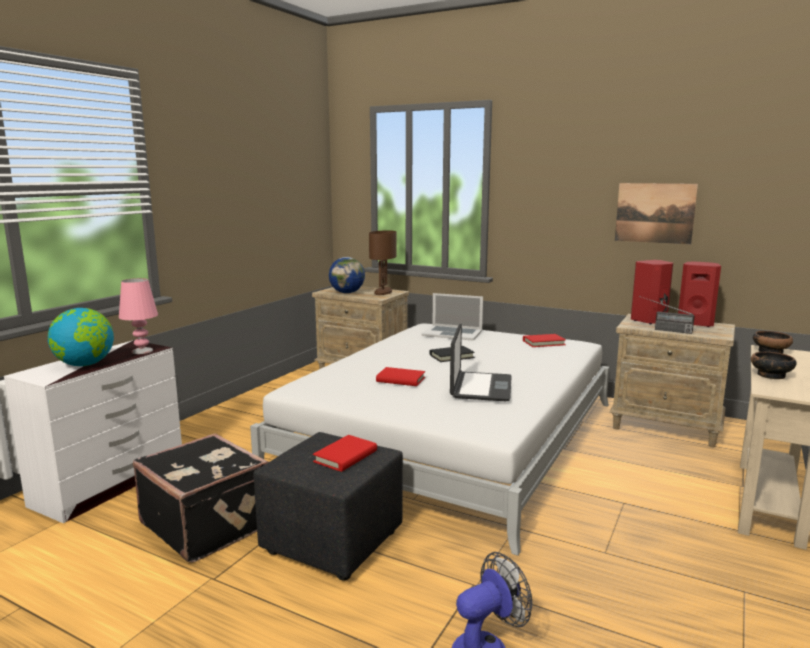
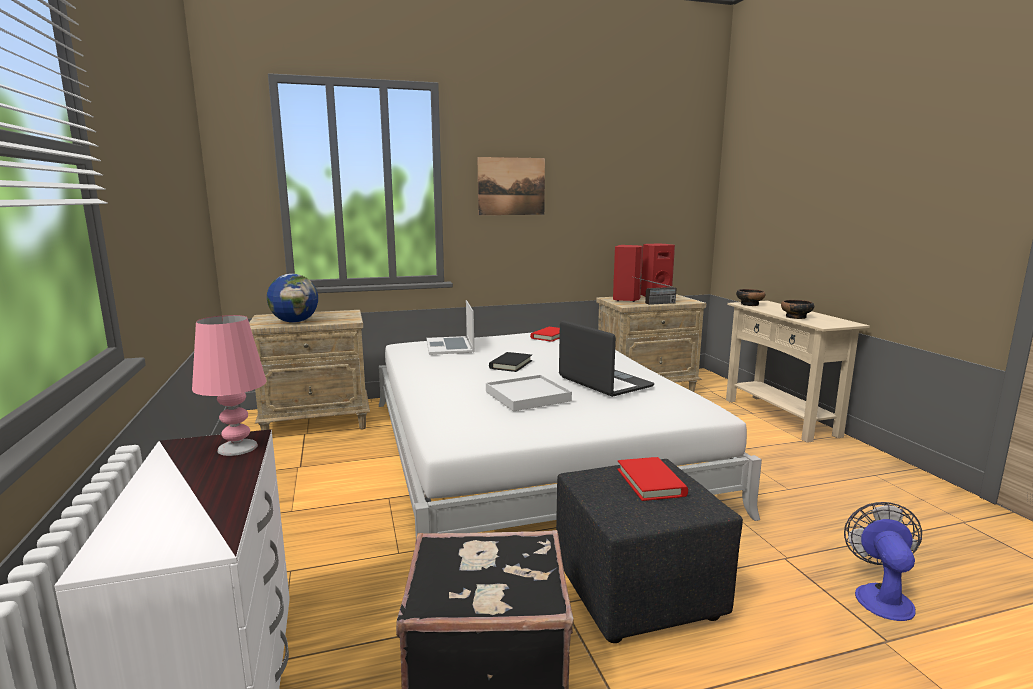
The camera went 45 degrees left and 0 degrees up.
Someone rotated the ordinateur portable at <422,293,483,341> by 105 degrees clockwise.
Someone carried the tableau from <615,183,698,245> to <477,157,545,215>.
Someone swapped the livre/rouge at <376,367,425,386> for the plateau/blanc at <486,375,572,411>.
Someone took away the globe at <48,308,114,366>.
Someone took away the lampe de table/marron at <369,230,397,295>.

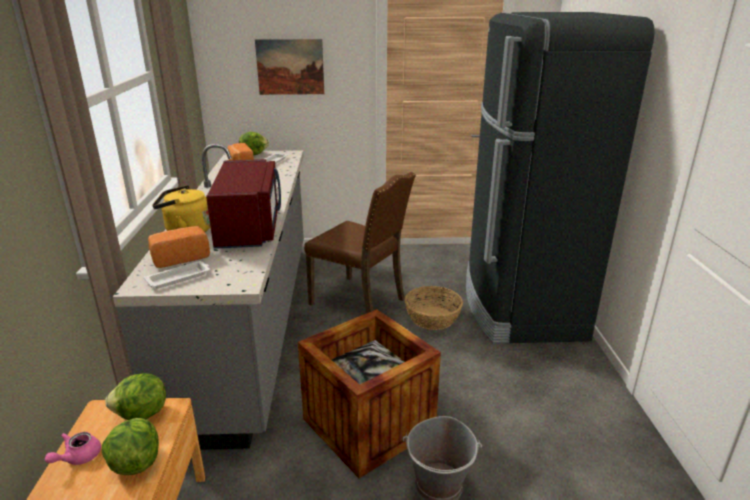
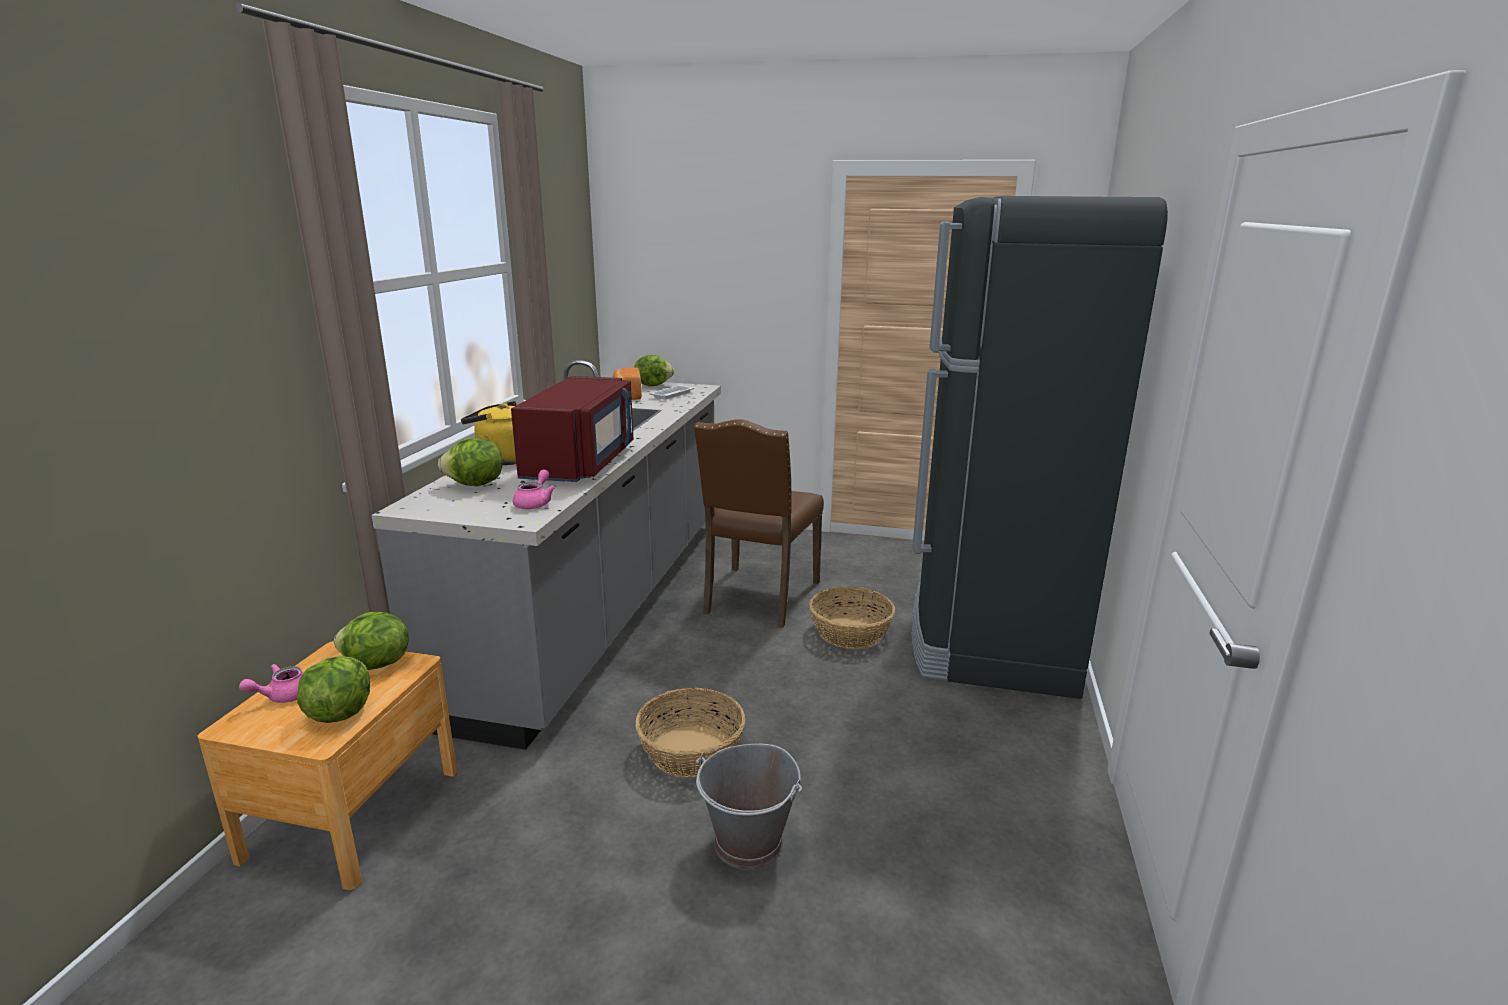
The camera went 15 degrees right and 5 degrees down.
Someone swapped the pain at <148,226,210,268> for the laitue at <438,438,503,486>.
Someone put down the théière/rose at <513,469,555,509>.
Someone swapped the caisse at <298,309,441,478> for the panier at <636,688,745,777>.
Someone rotated the chaise/marron at <304,172,416,313> by 60 degrees clockwise.
Someone took away the plateau/blanc at <144,261,210,289>.
Someone took away the tableau at <255,39,324,95>.

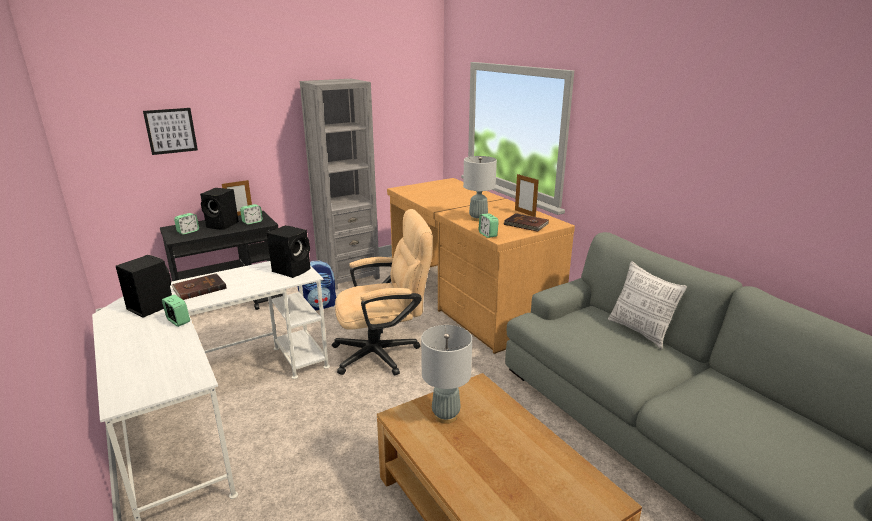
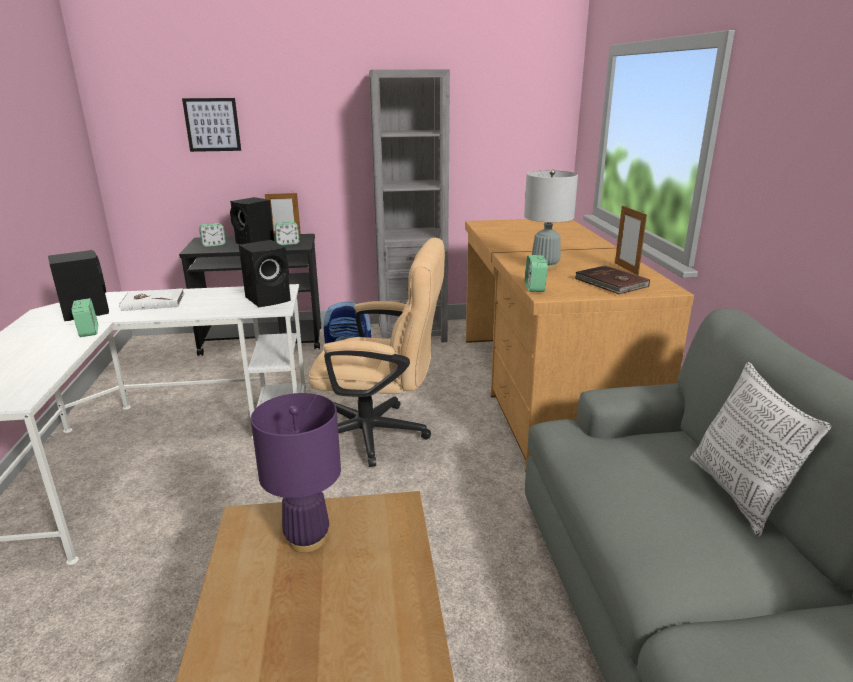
The camera went 25 degrees right and 0 degrees up.
Someone repainted the livre/marron at <172,273,227,300>, which became the livre/blanc at <119,288,185,311>.
Someone repainted the lampe de table/gris at <421,325,472,424>, which became the lampe de table/violet at <251,393,341,553>.

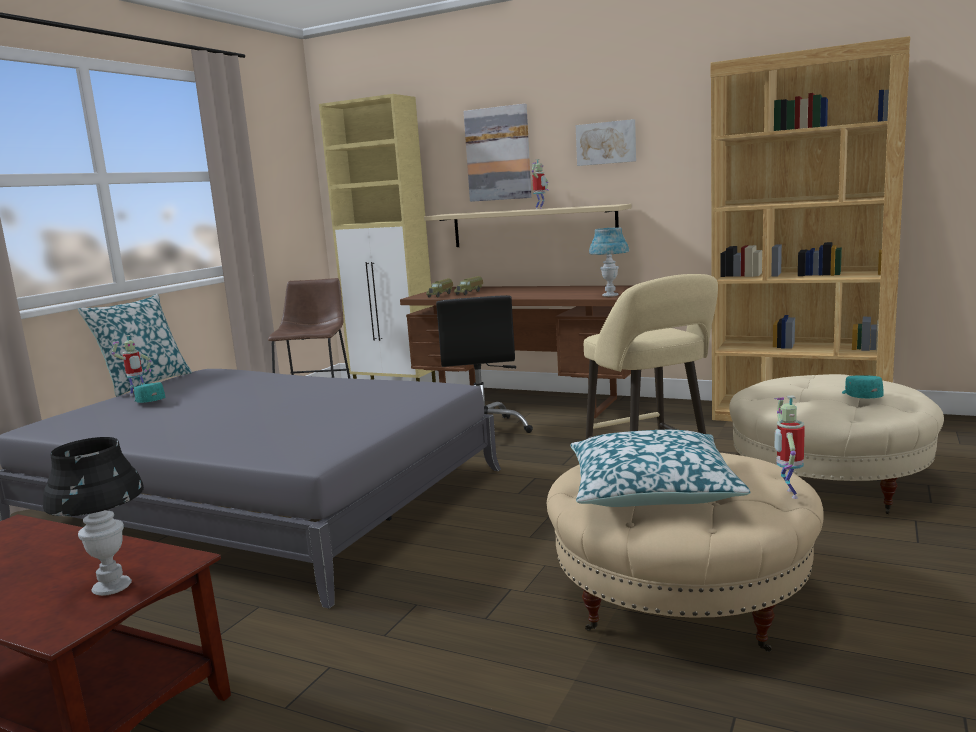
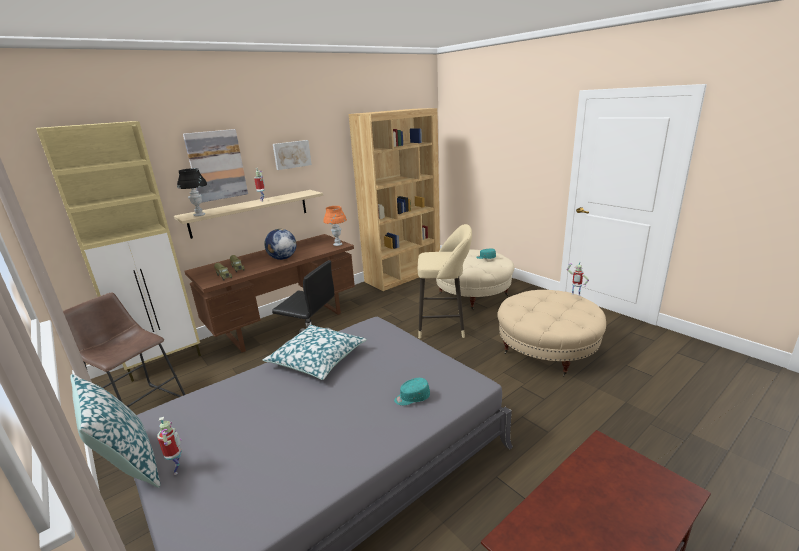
The camera went 65 degrees left and 10 degrees up.
Someone carried the lampe de table/noir from <43,437,144,596> to <177,168,207,216>.
Someone carried the coussin from <571,430,750,507> to <263,325,367,380>.
Someone put down the globe at <264,229,297,260>.
Someone repainted the lampe de table/bleu at <589,227,629,297>, which became the lampe de table/orange at <323,206,347,246>.
Someone carried the casquette/turquoise from <134,382,165,403> to <394,378,430,405>.

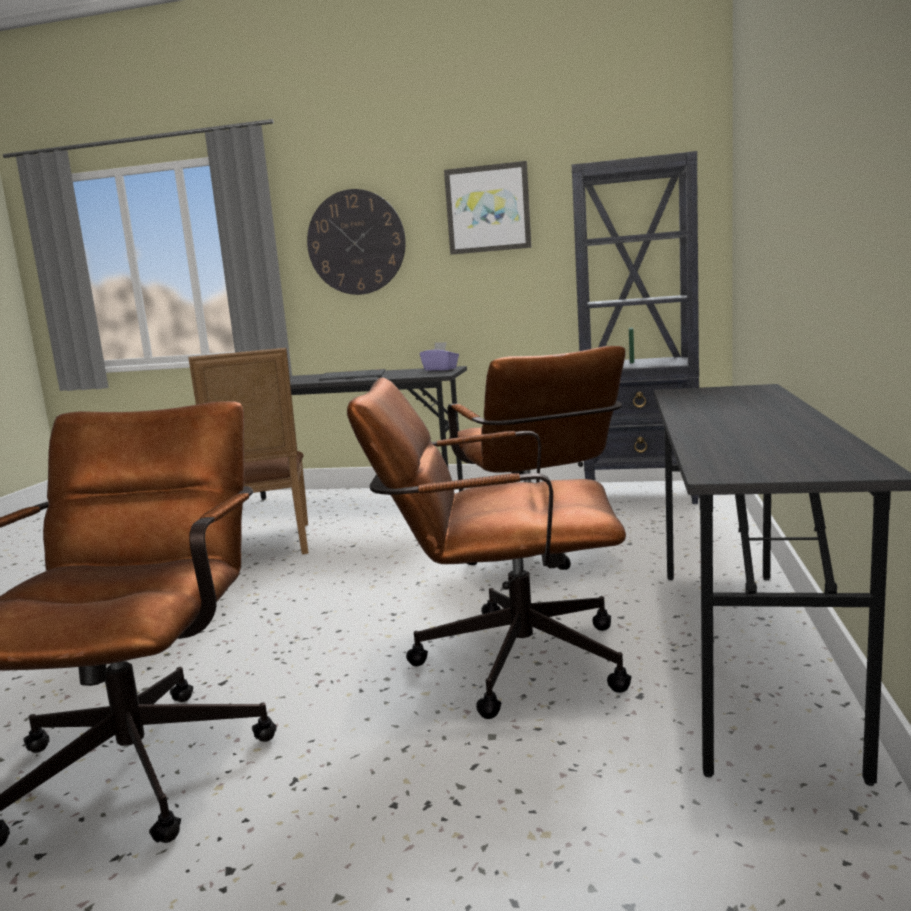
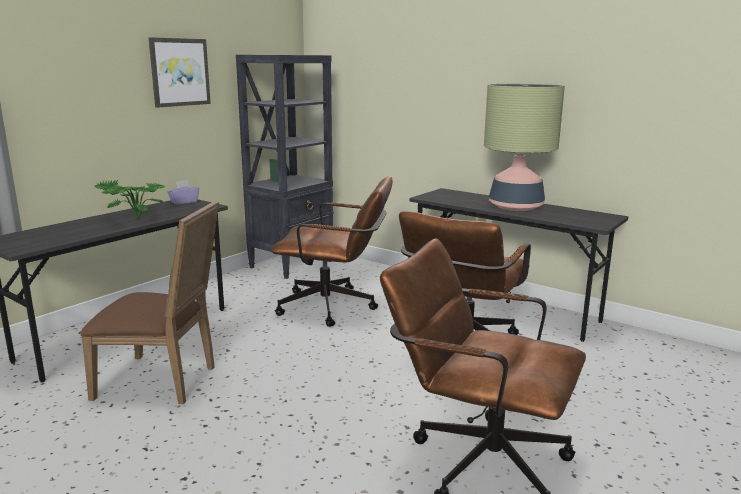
The camera went 65 degrees left and 5 degrees up.
Someone swapped the clavier at <319,369,386,380> for the plante en pot at <94,179,165,219>.
Someone put down the lampe de table at <484,84,565,211>.
Someone took away the horloge murale at <307,189,406,295>.

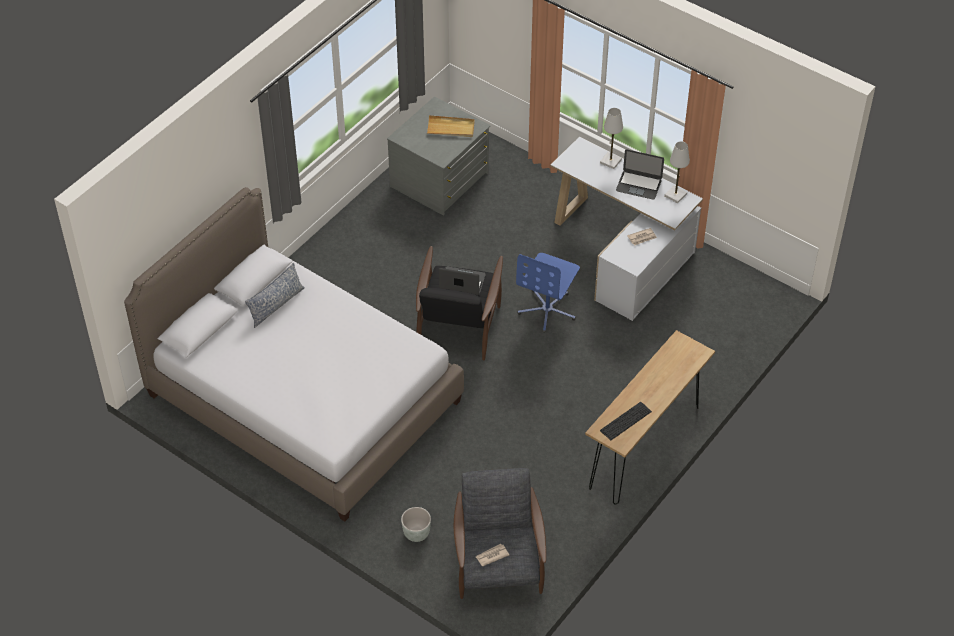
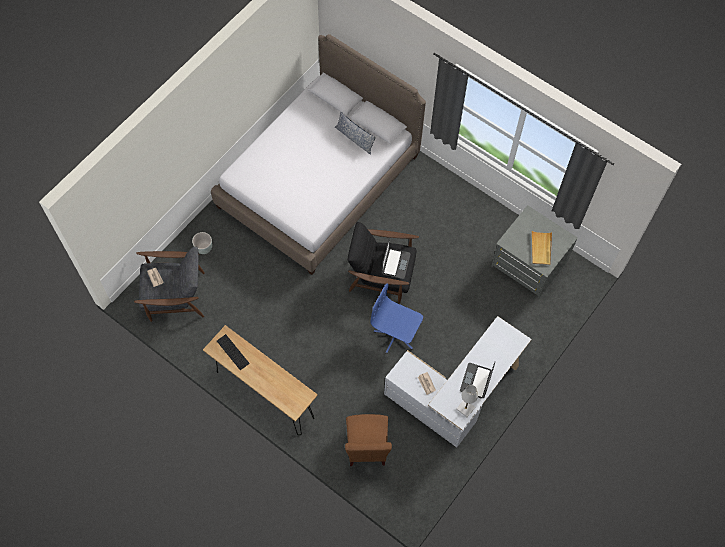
The camera went 90 degrees right and 15 degrees up.
Someone put down the chaise/marron at <345,414,392,466>.
Someone took away the lampe de table/blanc at <600,108,623,169>.

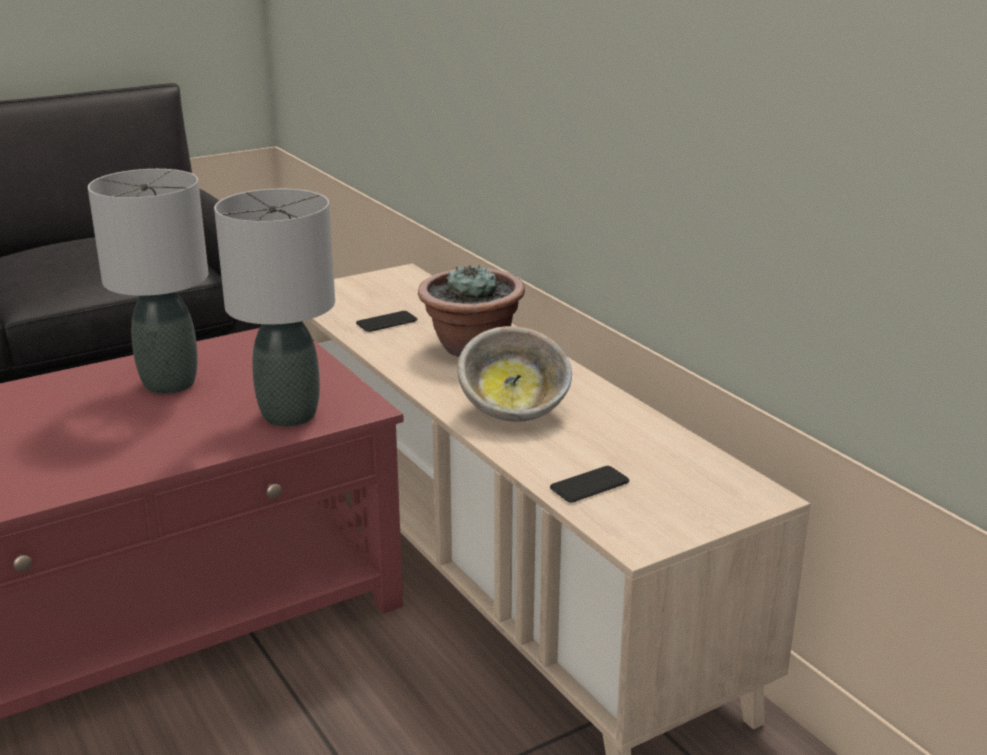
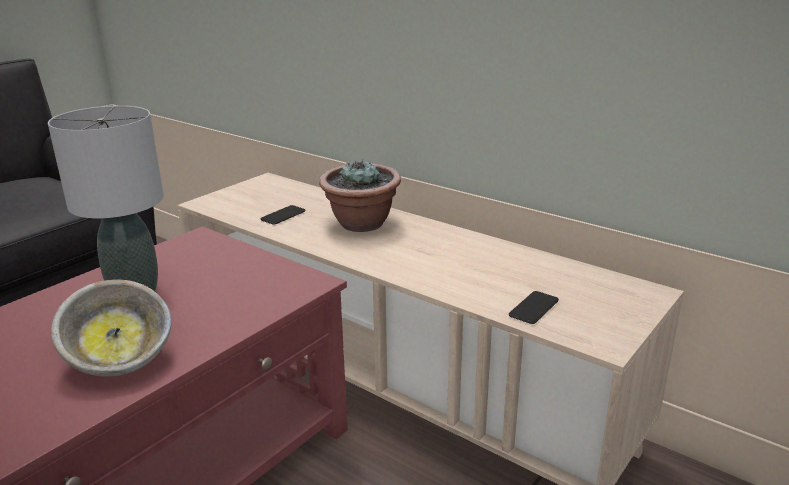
The camera went 20 degrees left and 0 degrees up.
Someone carried the bol from <457,326,572,422> to <51,279,171,377>.
Someone took away the lampe de table/gris at <214,189,335,427>.

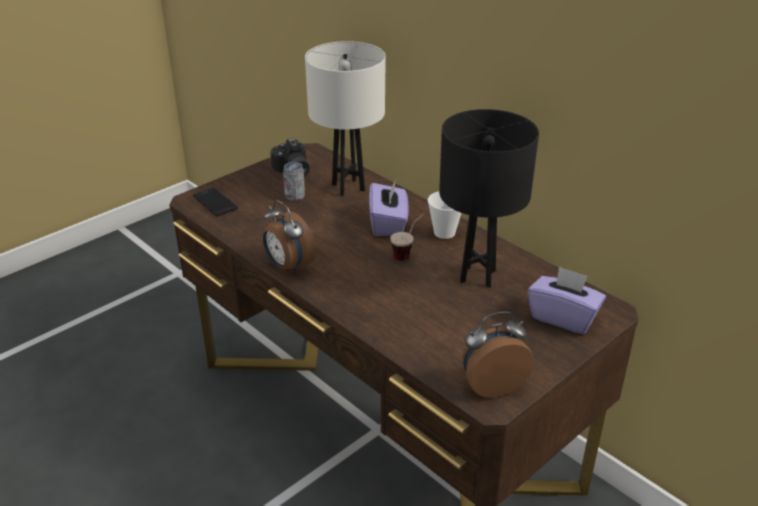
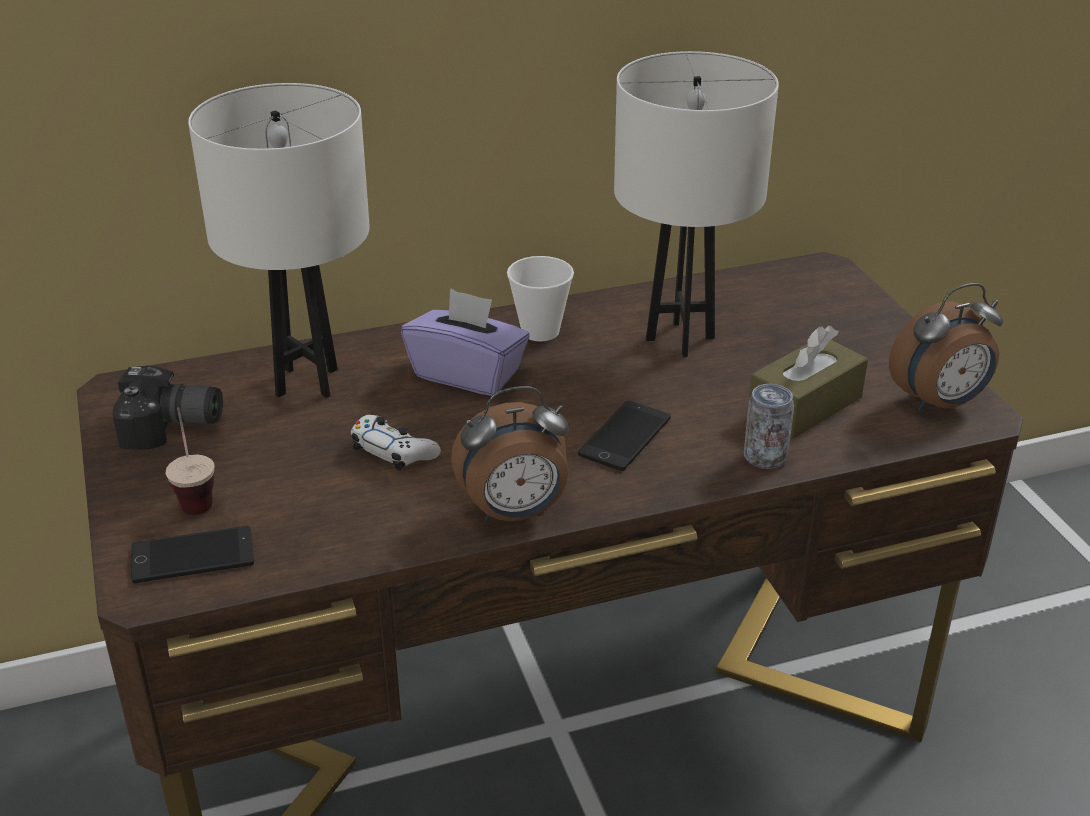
The camera went 65 degrees left and 0 degrees up.
Someone carried the tasse from <390,213,424,261> to <166,407,215,515>.
Someone put down the manette/blanc at <351,415,441,471>.
Someone put down the téléphone at <578,401,671,471>.
Someone repainted the lampe de table/noir at <439,109,539,288>, which became the lampe de table/blanc at <614,51,779,357>.
Someone carried the boîte métallique from <283,162,305,201> to <744,384,794,469>.
Someone put down the boîte à mouchoirs/marron at <747,326,868,439>.
Someone rotated the réveil at <463,311,534,398> by 120 degrees counterclockwise.
Someone took away the boîte à mouchoirs/violet at <528,266,606,334>.

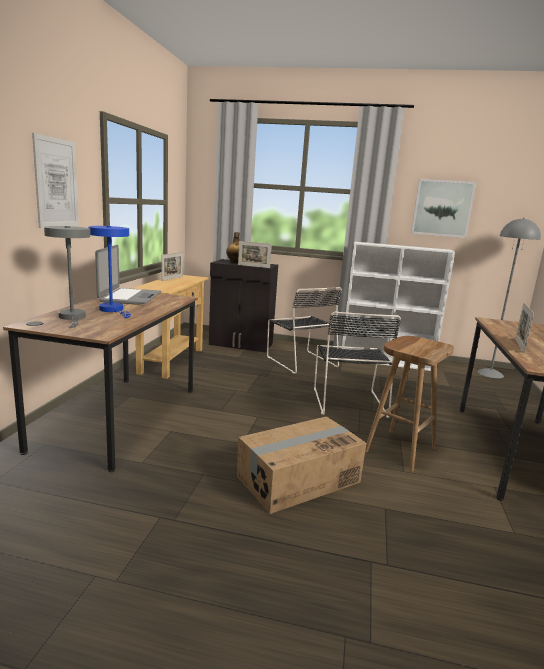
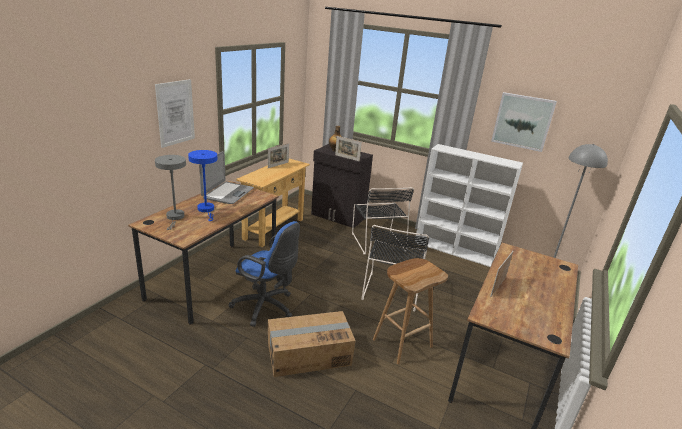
The camera went 15 degrees right and 10 degrees up.
Someone put down the chaise de bureau/bleu at <229,221,300,327>.

